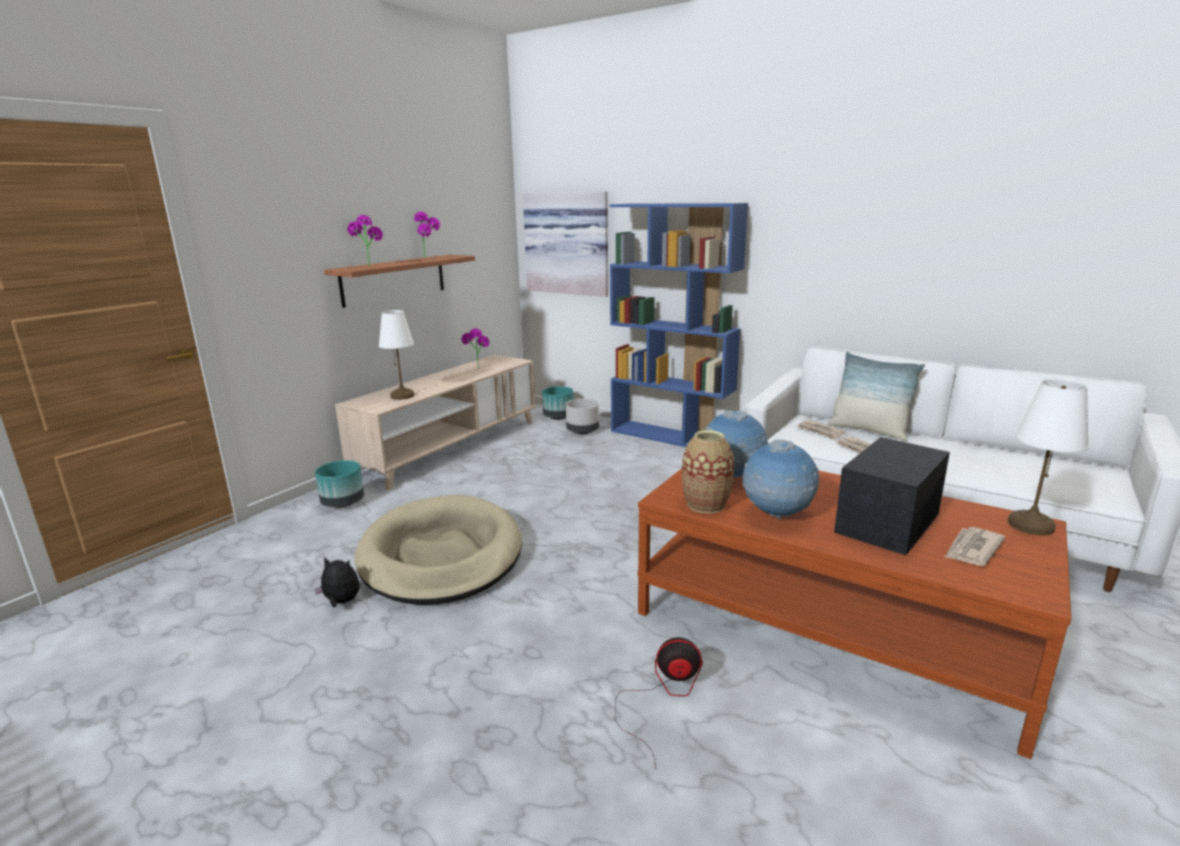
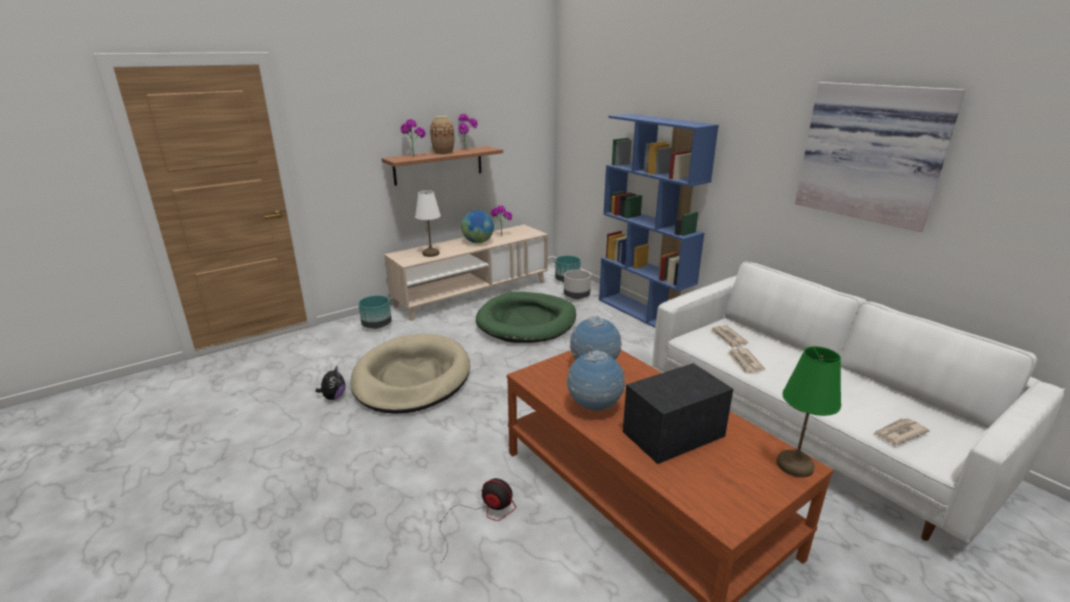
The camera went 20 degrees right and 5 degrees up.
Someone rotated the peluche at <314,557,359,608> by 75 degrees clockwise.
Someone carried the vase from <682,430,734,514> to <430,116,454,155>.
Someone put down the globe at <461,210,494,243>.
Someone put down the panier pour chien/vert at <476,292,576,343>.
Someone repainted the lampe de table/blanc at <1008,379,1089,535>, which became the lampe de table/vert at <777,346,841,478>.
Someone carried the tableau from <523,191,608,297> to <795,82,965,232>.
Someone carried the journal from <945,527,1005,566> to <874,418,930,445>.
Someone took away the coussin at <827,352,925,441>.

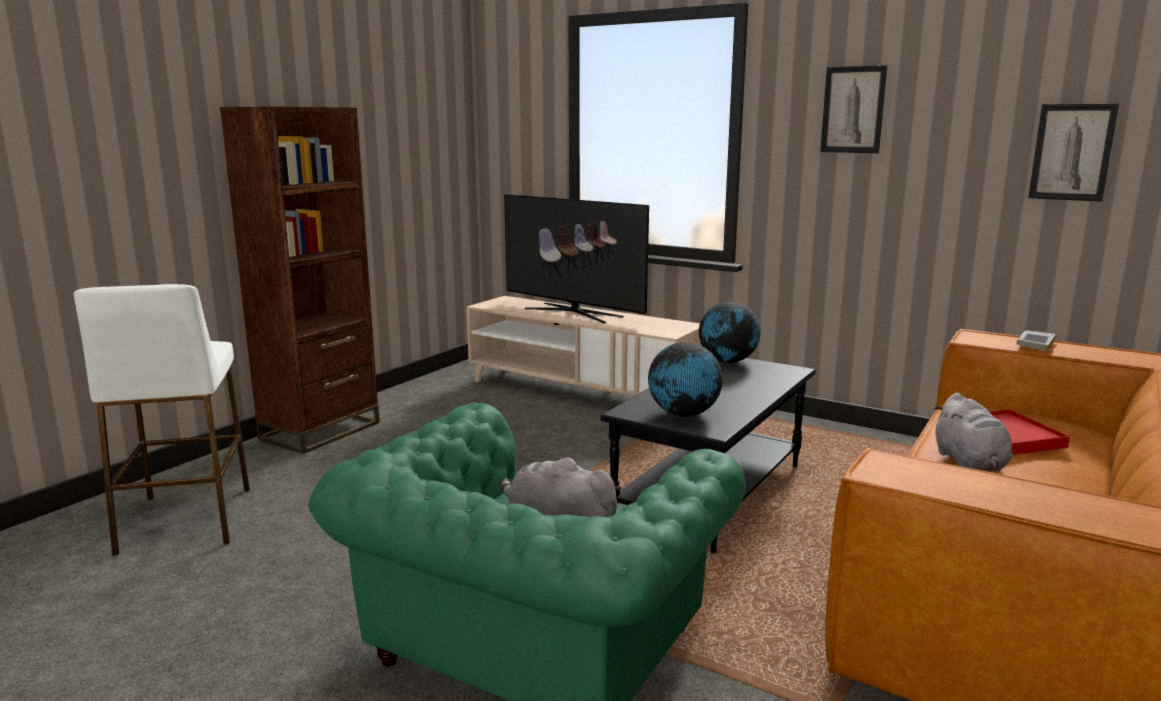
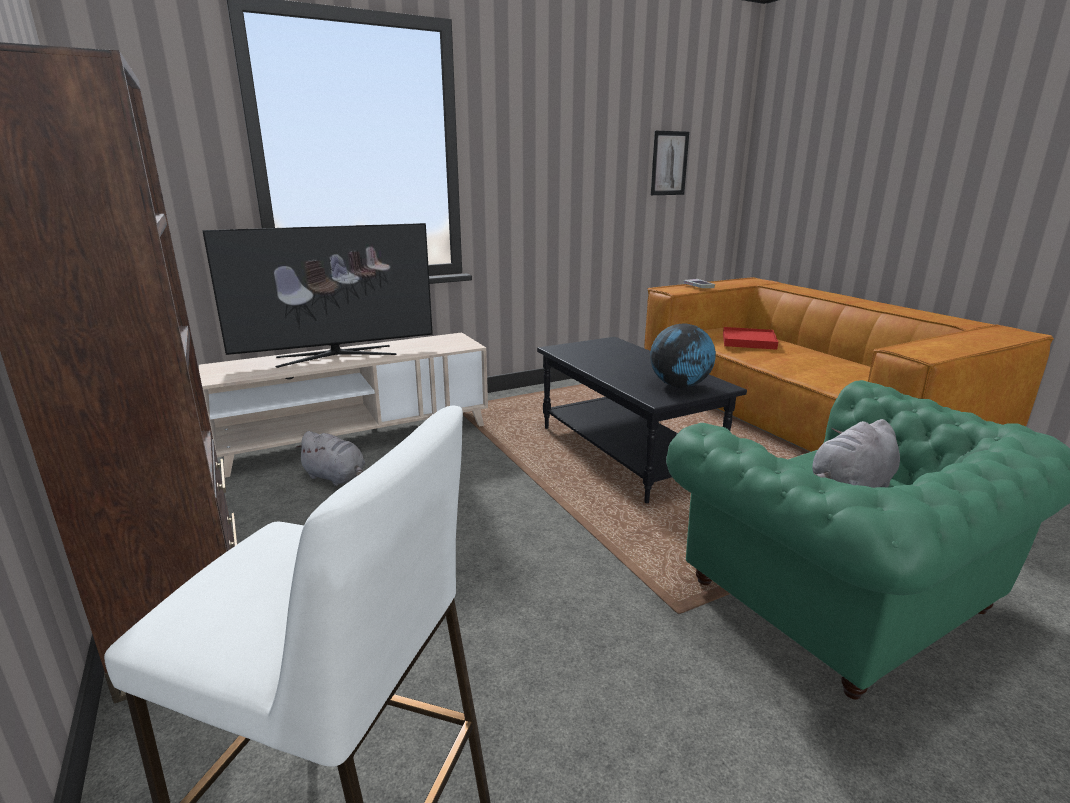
The camera went 60 degrees left and 5 degrees up.
Someone carried the peluche/gris from <934,393,1012,472> to <295,431,365,486>.
Someone took away the globe at <699,302,761,364>.
Someone took away the tableau at <820,65,887,153>.

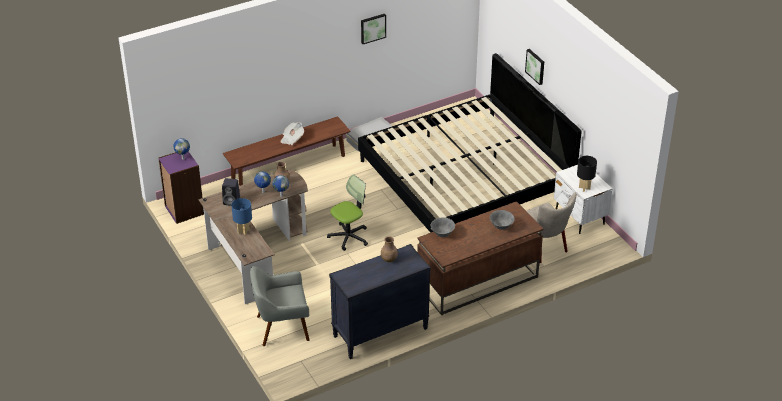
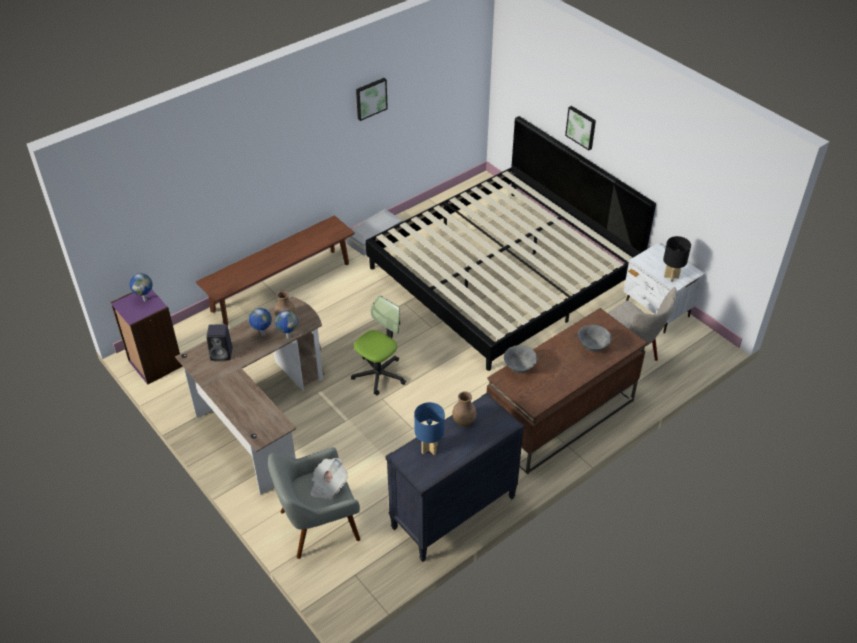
The camera went 10 degrees left and 5 degrees up.
Someone carried the journal from <280,122,304,145> to <311,458,348,500>.
Someone carried the lampe de table/bleu from <231,198,252,236> to <414,402,445,455>.

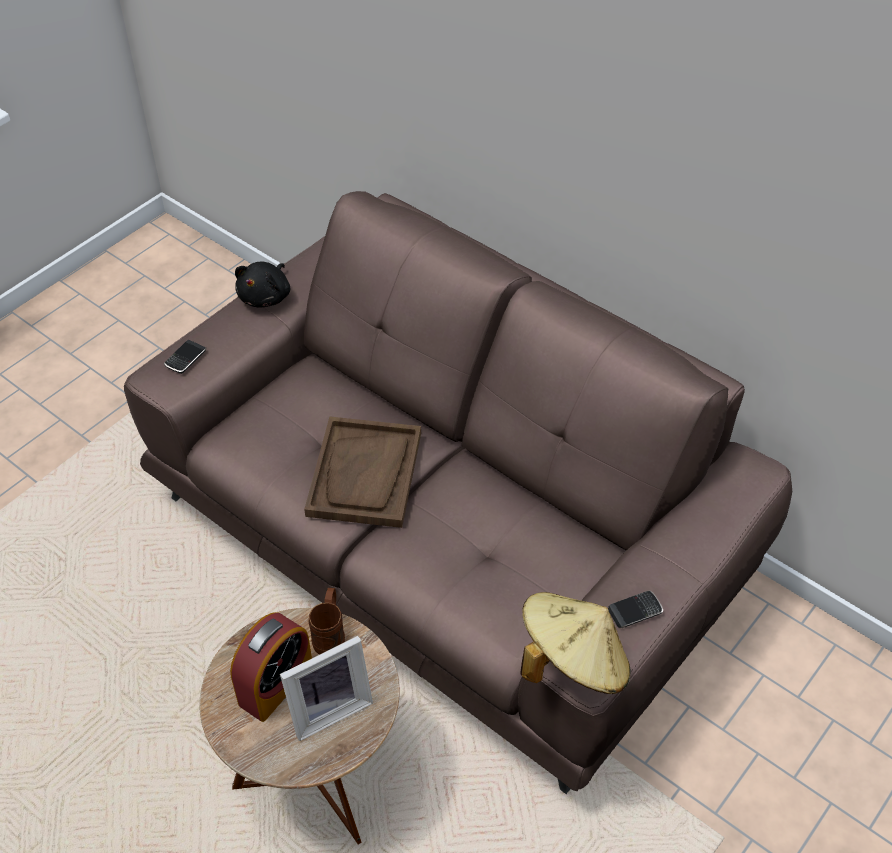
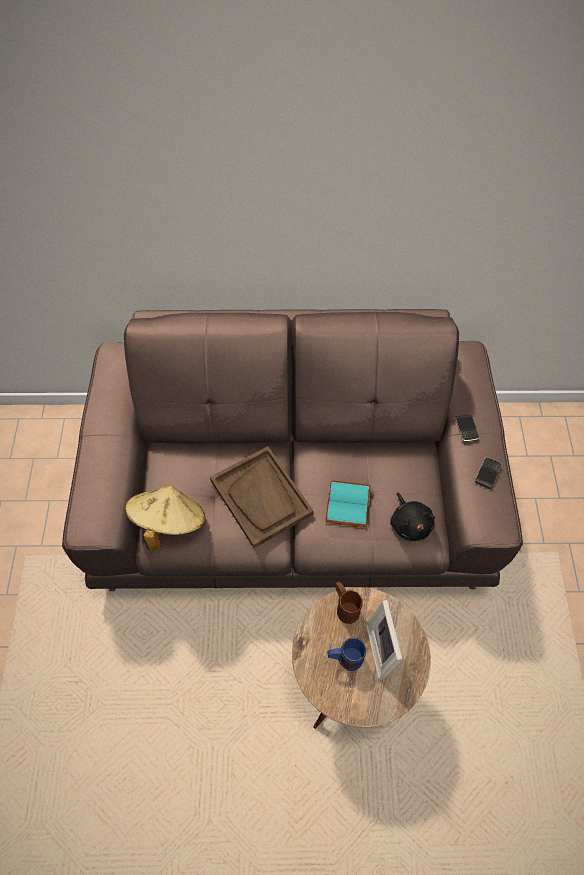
The camera went 40 degrees left and 10 degrees up.
Someone carried the chapeau/beige from <520,592,631,694> to <125,485,206,550>.
Someone put down the livre/turquoise at <325,480,371,527>.
Someone swapped the réveil at <230,613,312,722> for the mug/bleu at <327,638,366,671>.
Someone rotated the cadre photo at <280,636,373,741> by 150 degrees clockwise.
Someone carried the peluche/noir from <235,262,290,308> to <390,493,435,541>.
Someone carried the téléphone from <164,340,207,374> to <455,414,479,442>.

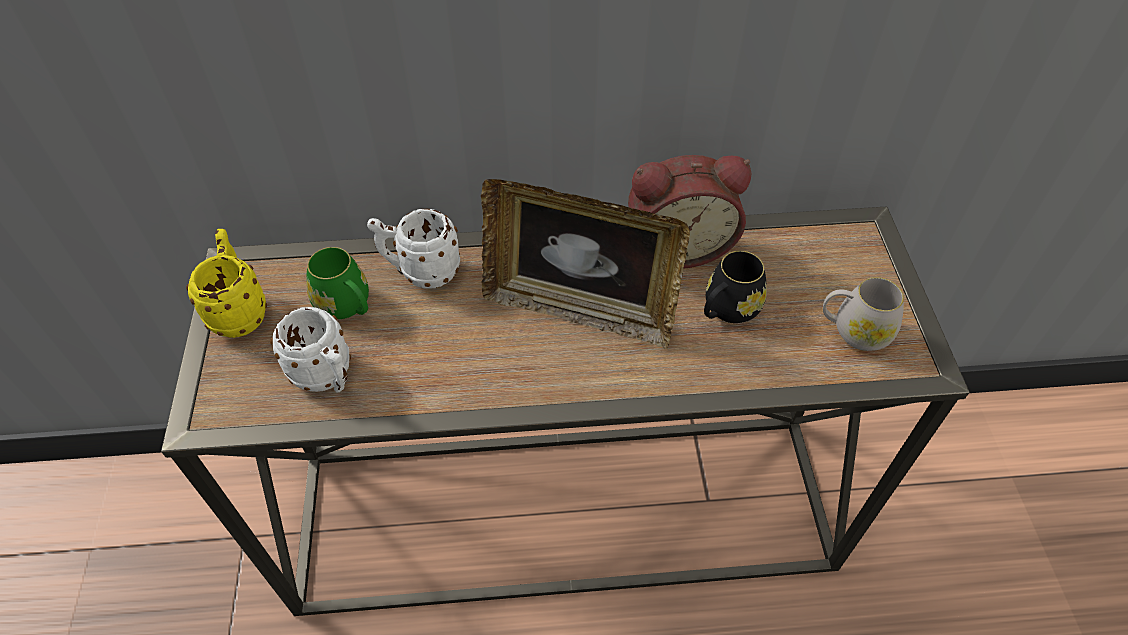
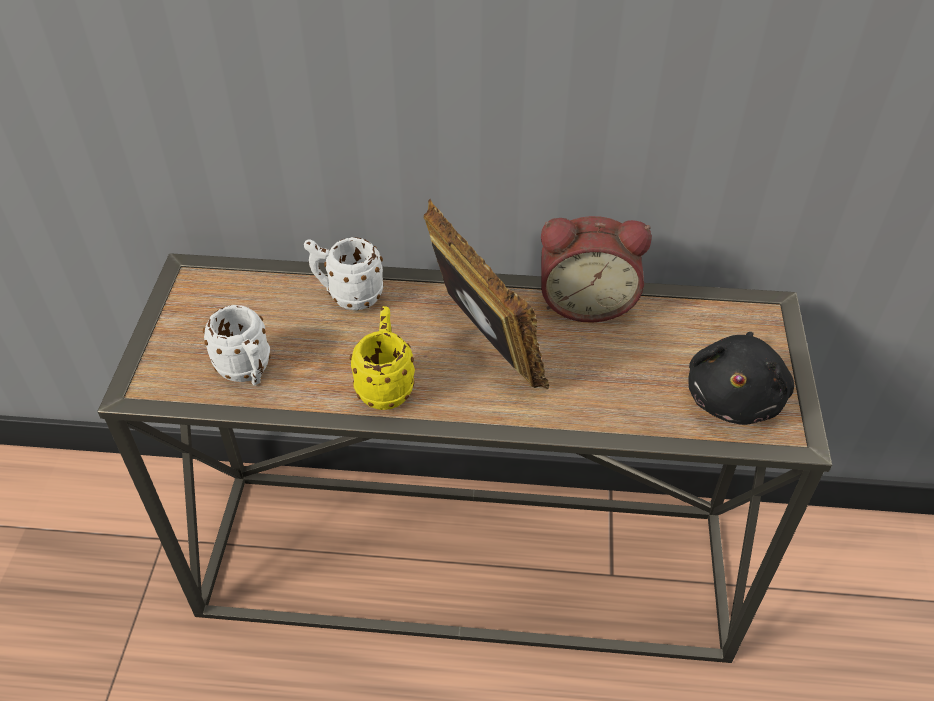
The camera went 10 degrees right and 5 degrees down.
Someone carried the mug/jaune from <186,229,267,338> to <350,306,415,410>.
Someone rotated the cadre photo at <481,179,690,349> by 150 degrees counterclockwise.
Someone swapped the mug/blanc at <823,277,904,351> for the peluche/noir at <688,332,794,425>.
Someone took away the mug/vert at <306,247,369,319>.
Someone took away the mug/noir at <704,251,767,323>.

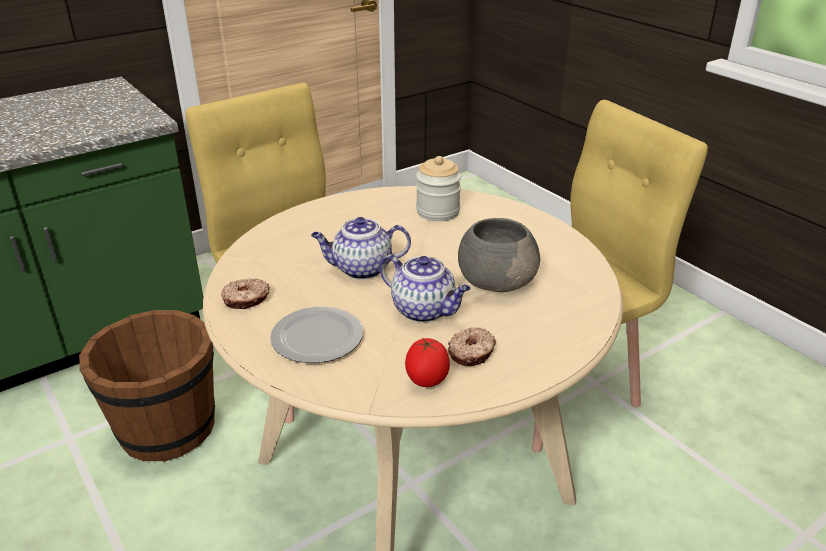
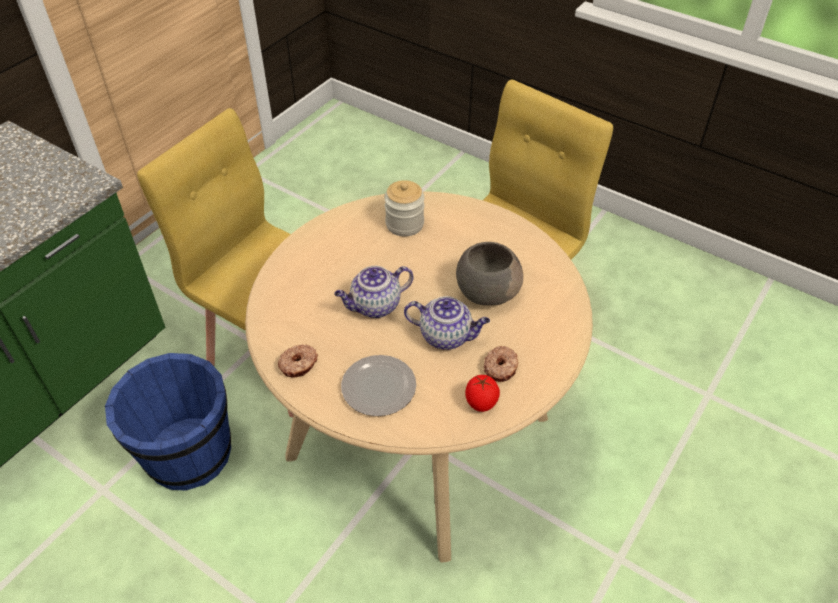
The camera went 20 degrees left and 15 degrees up.
Someone repainted the seau/marron at <79,310,215,462>, which became the seau/bleu at <105,353,231,491>.

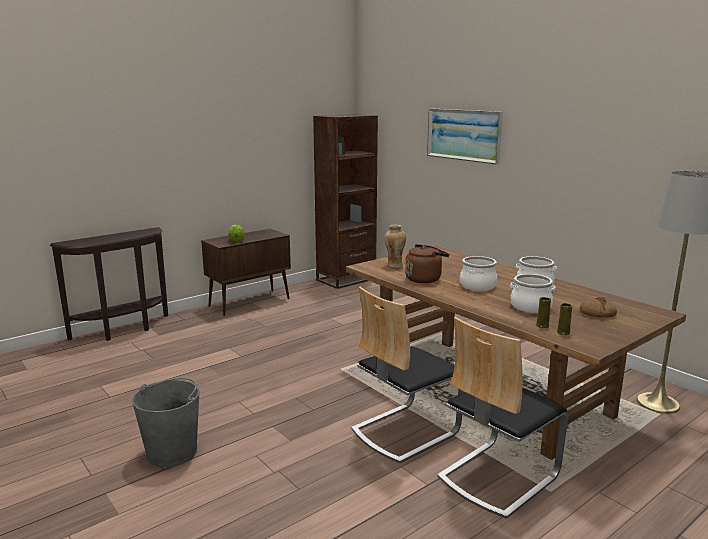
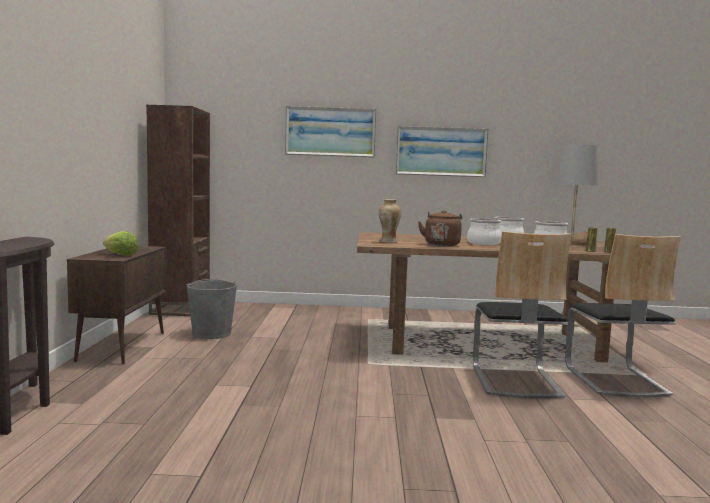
The camera went 50 degrees left and 10 degrees down.
Someone carried the seau/gris from <132,378,200,467> to <187,279,237,339>.
Someone put up the tableau at <396,126,489,177>.

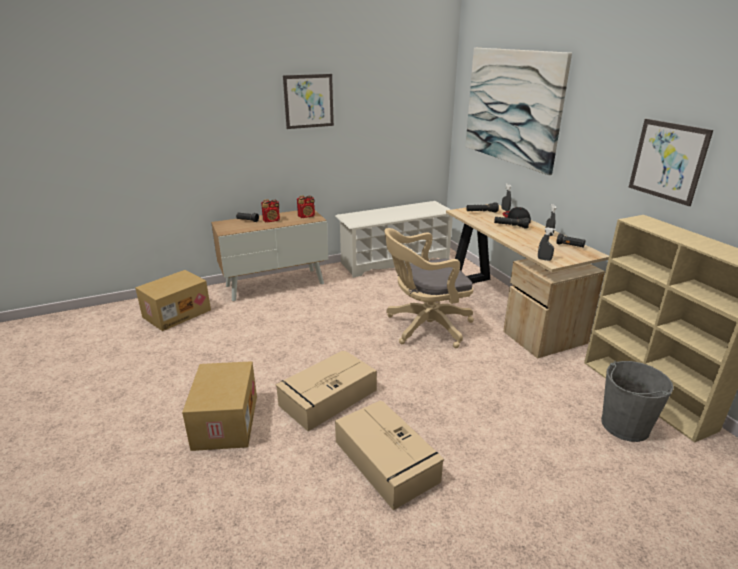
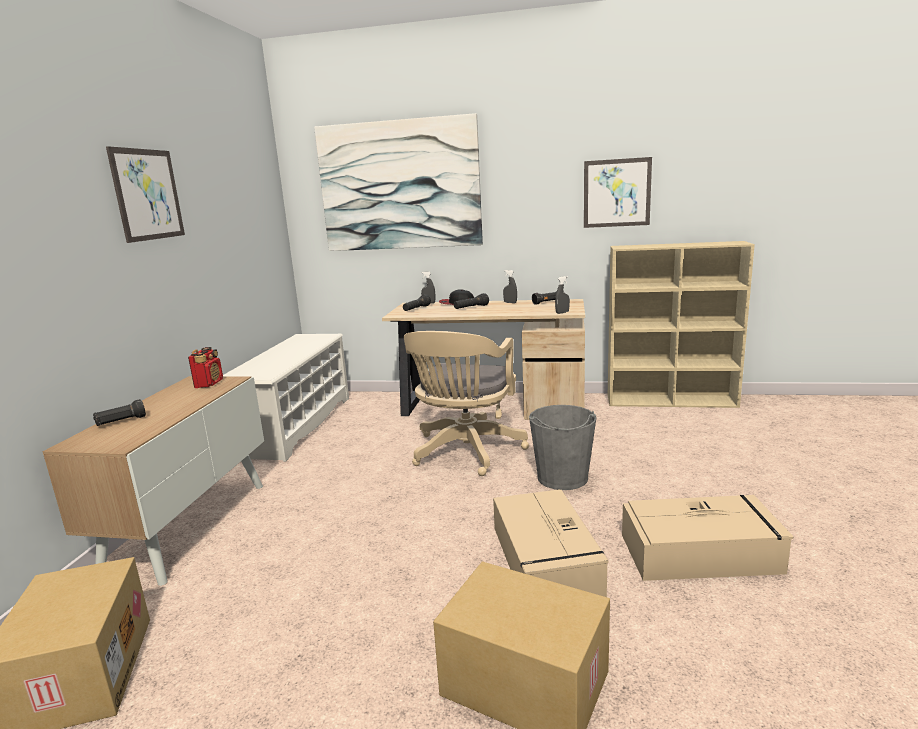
The camera went 55 degrees left and 10 degrees down.
Someone carried the seau/gris from <601,361,674,442> to <529,405,597,490>.
Someone took away the radio at <261,199,280,223>.

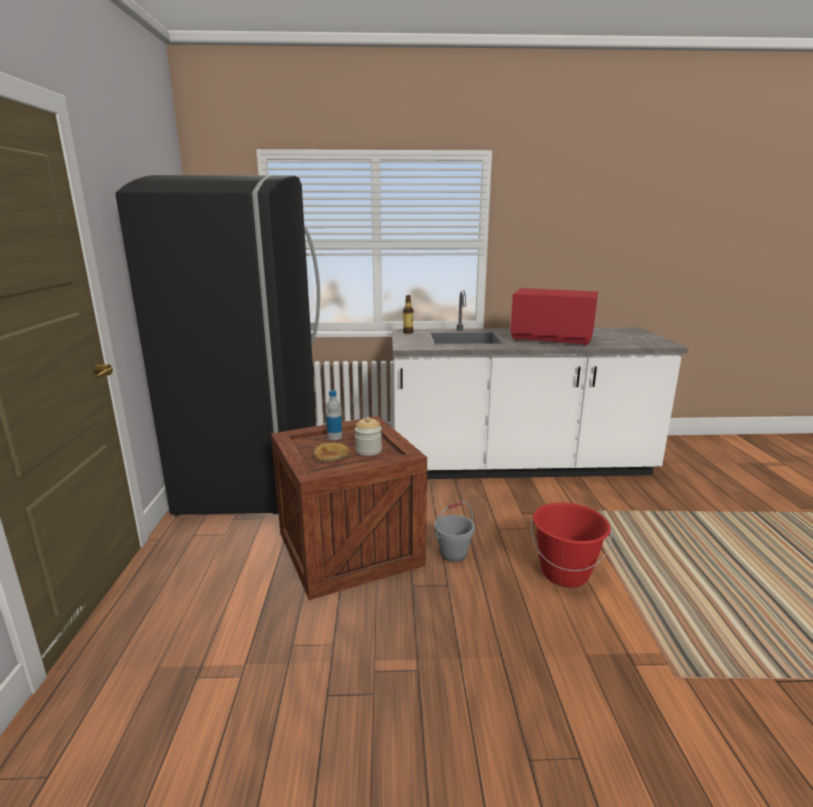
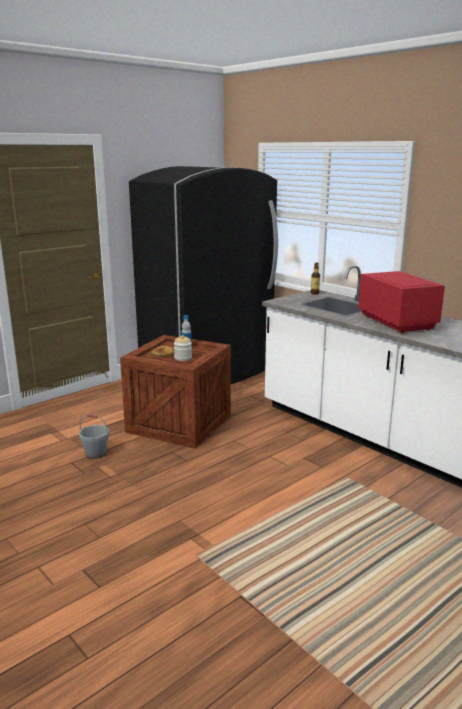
The camera went 50 degrees right and 0 degrees up.
Someone carried the seau/gris from <434,501,475,562> to <79,414,109,459>.
Someone took away the seau/rouge at <531,502,612,588>.

